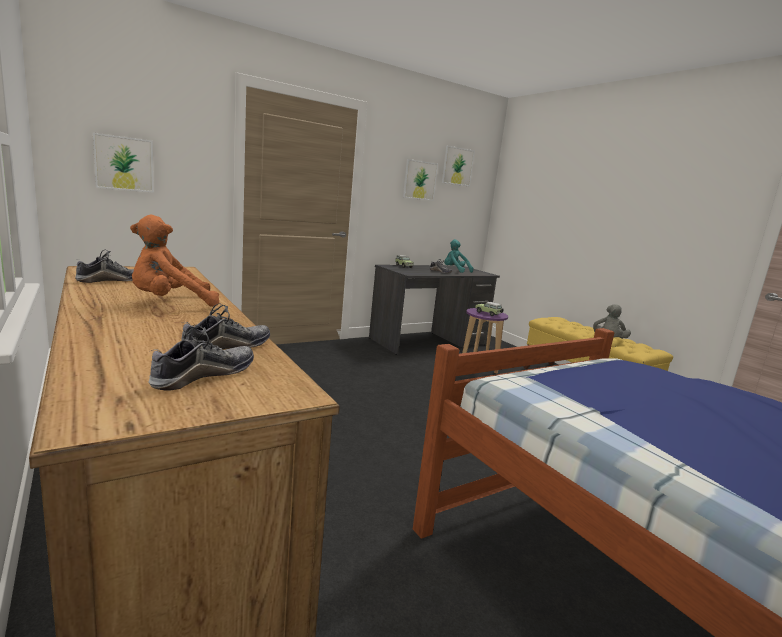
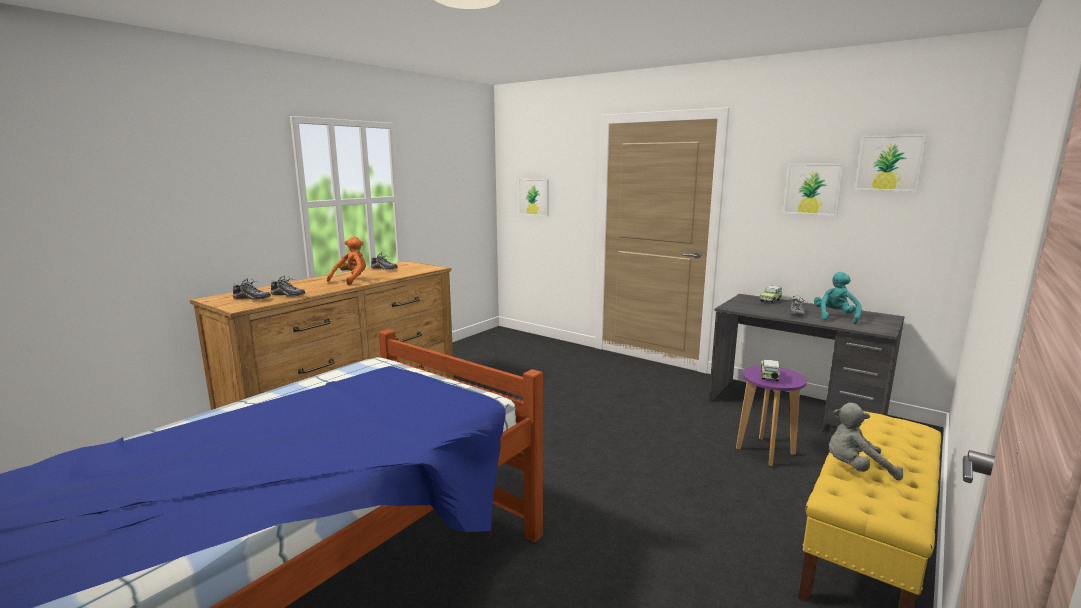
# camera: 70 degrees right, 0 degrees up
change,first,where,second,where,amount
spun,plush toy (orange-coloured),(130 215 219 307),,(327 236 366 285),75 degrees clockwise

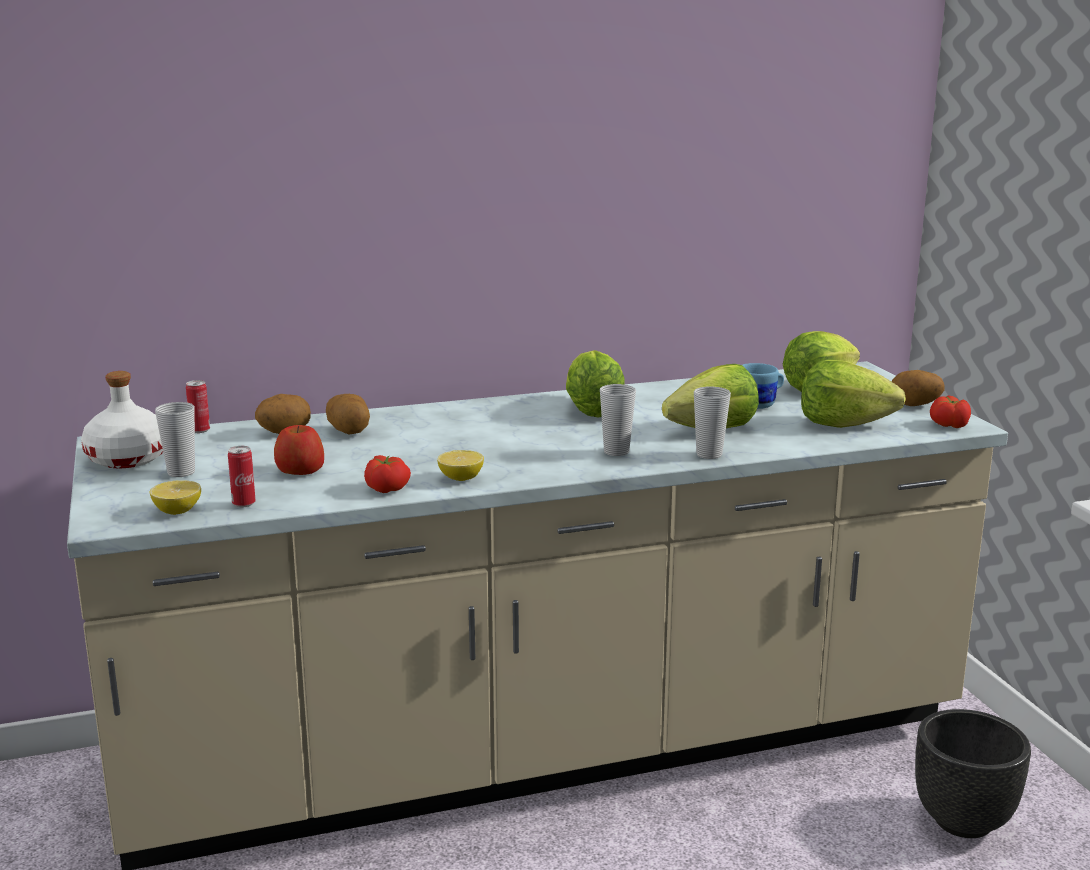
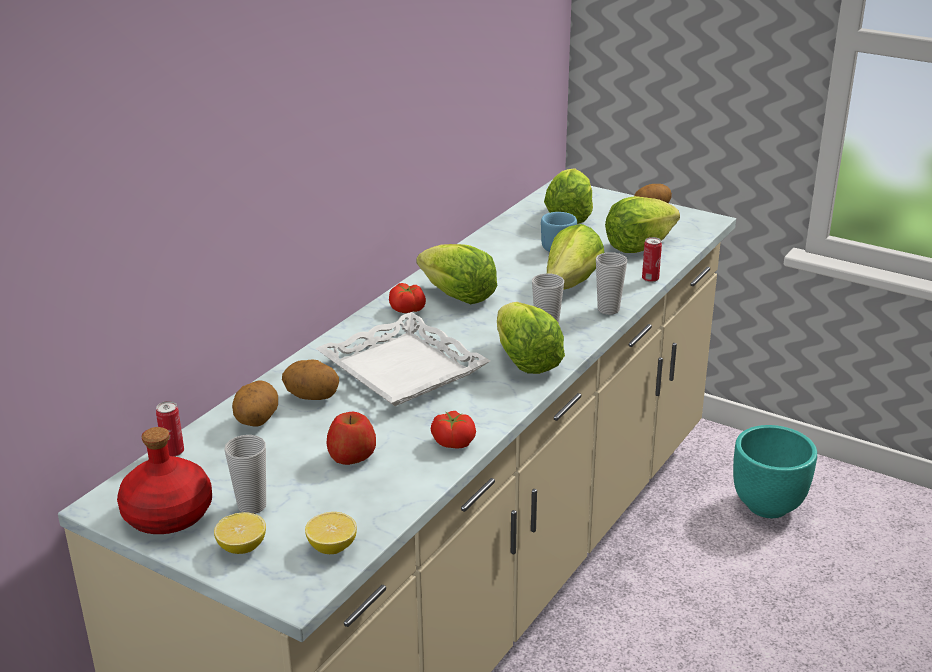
# camera: 40 degrees left, 10 degrees up
change,first,where,second,where,amount
colour,beverage bottle (whitish),(81 371 163 468),beverage bottle (red),(117 427 212 534),
relocated,fresh tomato,(930 395 971 428),,(389 283 426 313),
relocated,can,(228 446 255 507),,(642 237 662 282),
relocated,citrus fruit,(437 450 484 481),,(214 512 266 554),
colour,plant pot (black),(915 709 1031 838),plant pot (blue-green),(733 425 817 518),
appeared,,,lettuce,(497 302 565 374),
appeared,,,serving tray (whitish),(315 312 490 406),

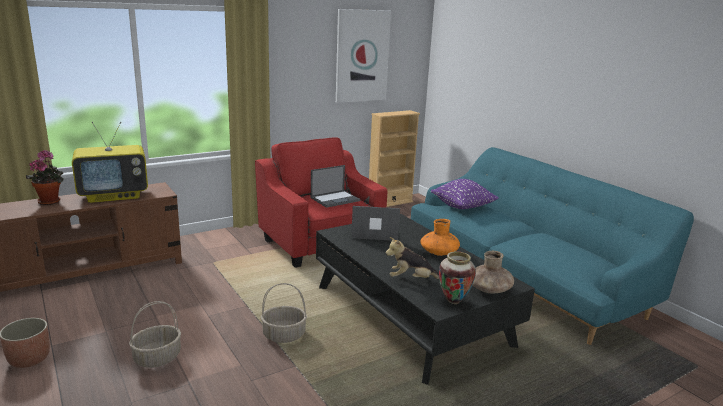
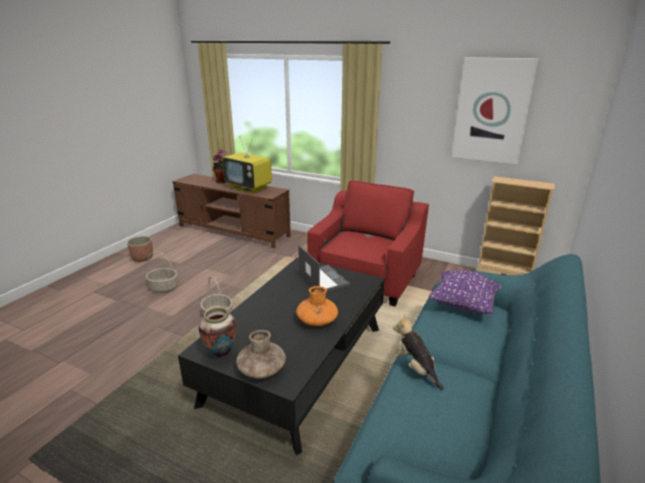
# camera: 60 degrees right, 5 degrees up
change,first,where,second,where,amount
missing,laptop,(311 165 360 208),,,
relocated,plush toy,(386 237 440 280),,(393 314 444 390),

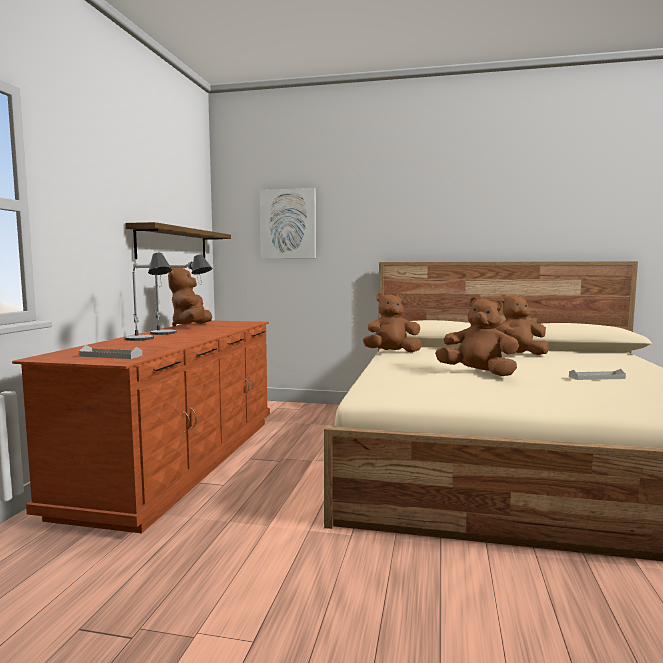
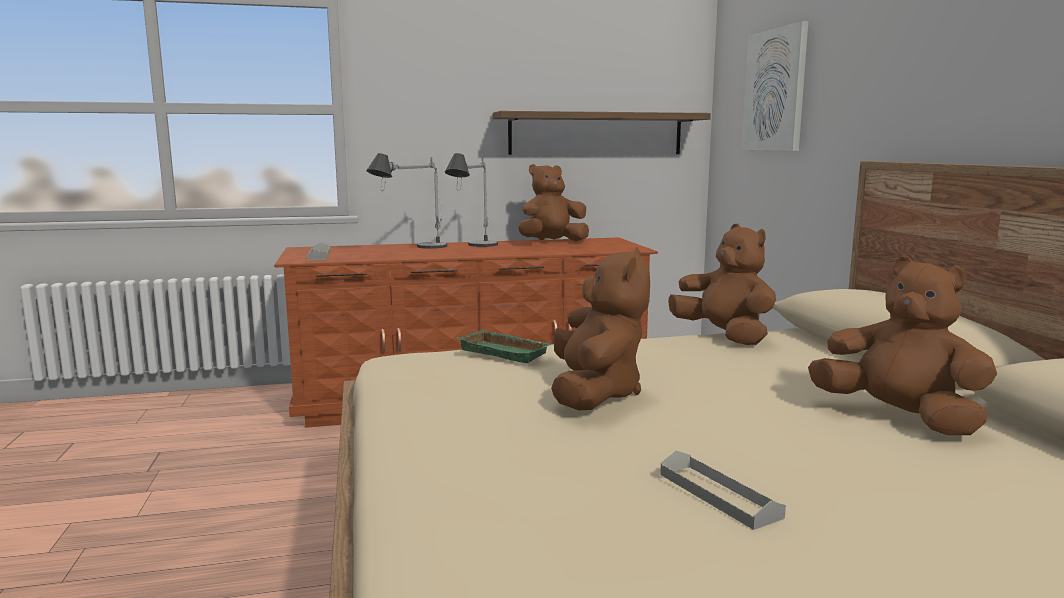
# camera: 65 degrees right, 5 degrees up
change,first,where,second,where,amount
appeared,,,serving tray (greenish),(456 330 553 363),

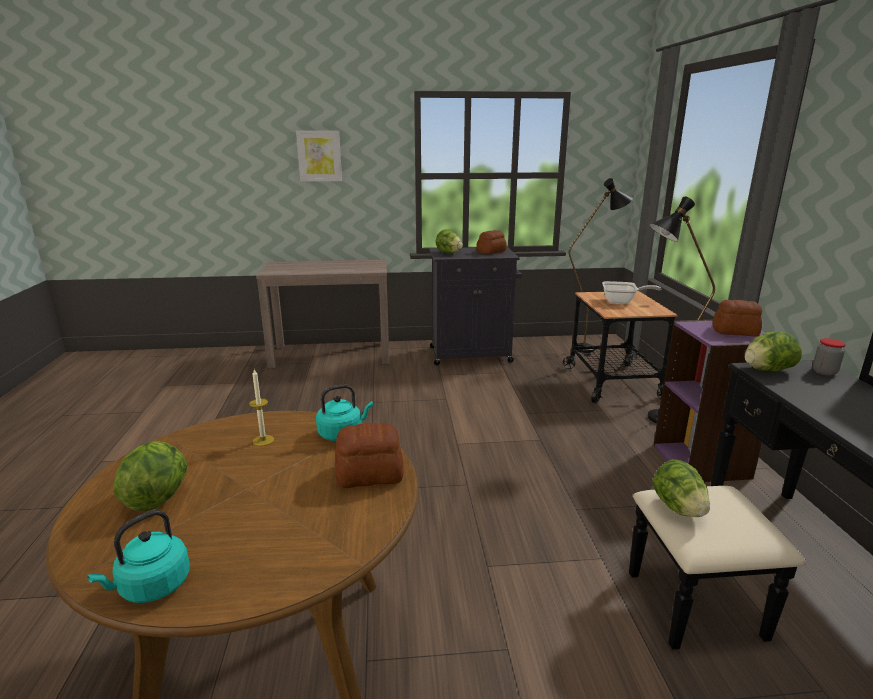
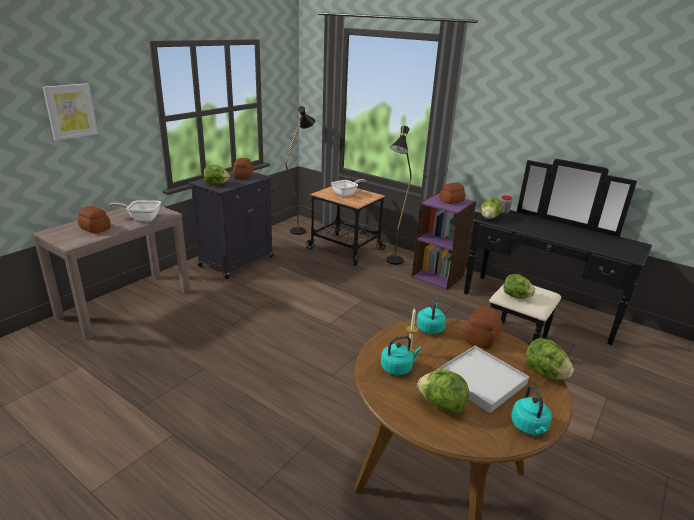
# camera: 50 degrees left, 5 degrees up
change,first,where,second,where,amount
appeared,,,pan,(108 200 161 221),
appeared,,,bread,(78 206 111 233),
appeared,,,tea kettle (blue-green),(381 336 422 375),
appeared,,,lettuce,(525 338 574 380),
appeared,,,serving tray (whitish),(437 346 529 413),

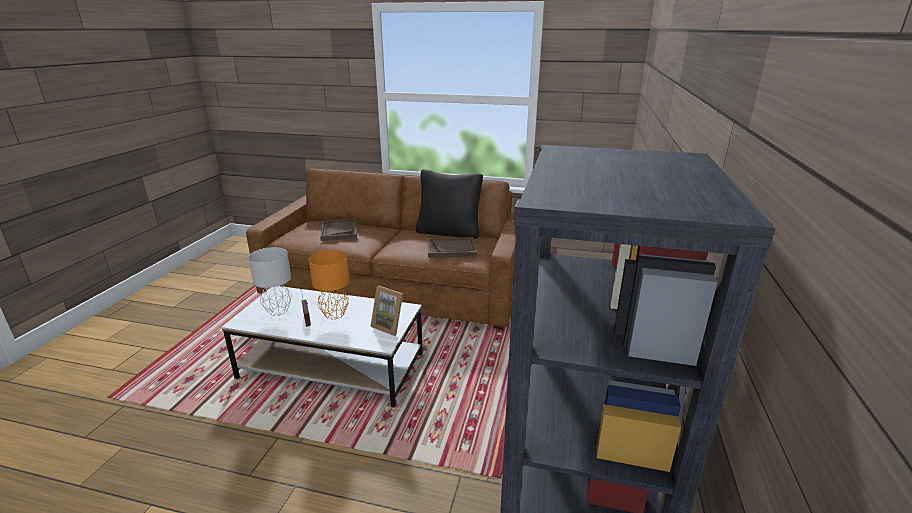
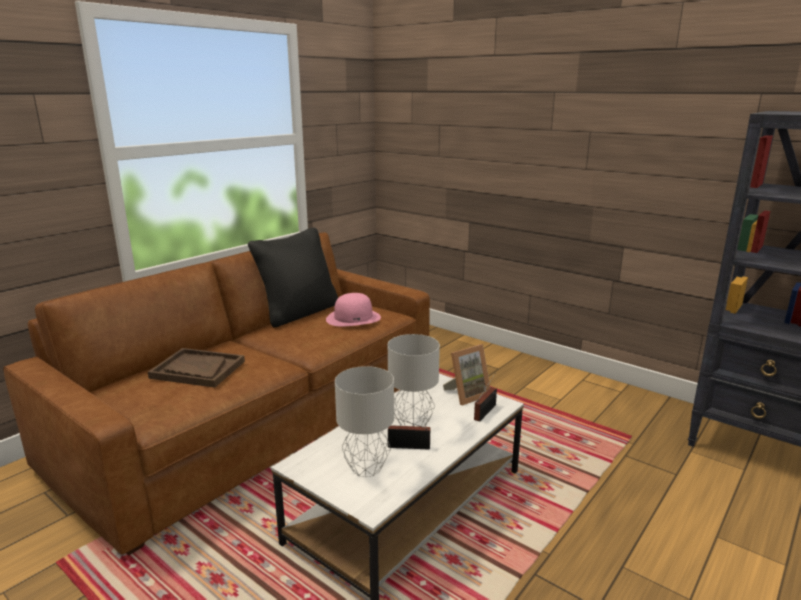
# camera: 65 degrees left, 5 degrees down
change,first,where,second,where,amount
exchanged,serving tray (brown),(427 237 477 258),hat (pink),(326 293 381 327),
colour,table lamp (orange-coloured),(309 250 350 319),table lamp (grey),(388 334 440 427),
appeared,,,radio set,(474 372 497 422),

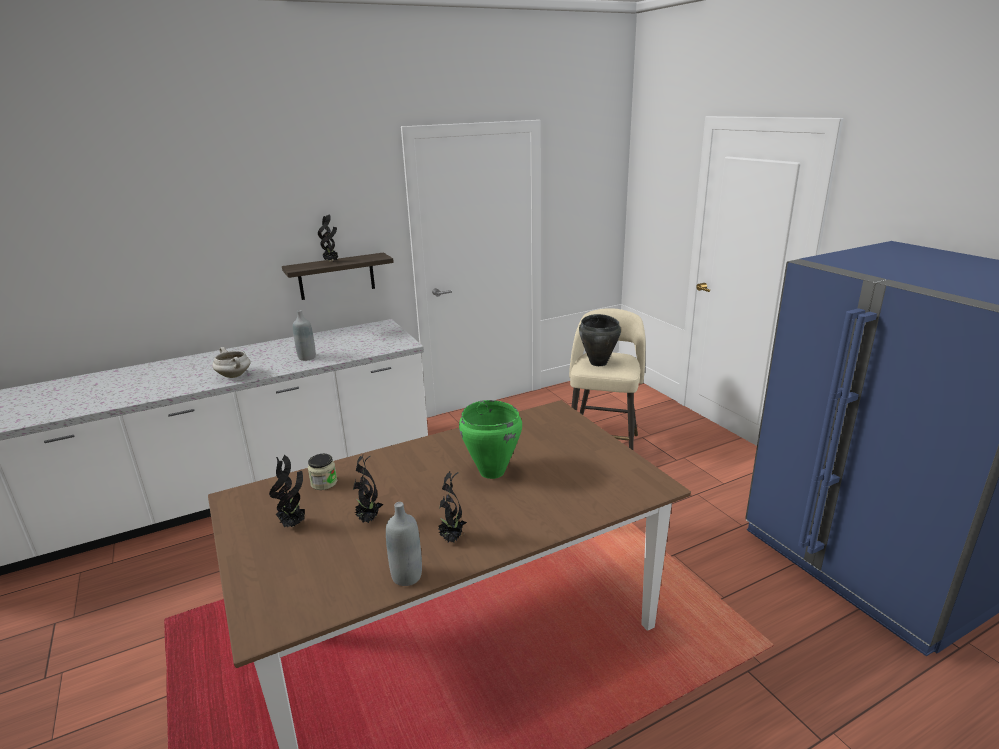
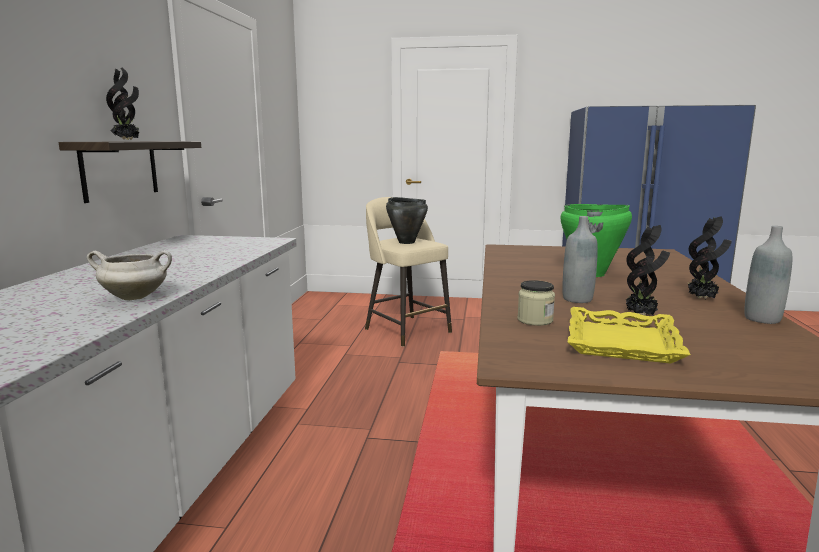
# camera: 55 degrees left, 10 degrees down
change,first,where,second,where,amount
relocated,beverage bottle (grey),(293 310 316 361),,(563 216 598 303),
exchanged,houseplant,(269 455 305 527),serving tray (yellow-coloured),(568 307 690 364),

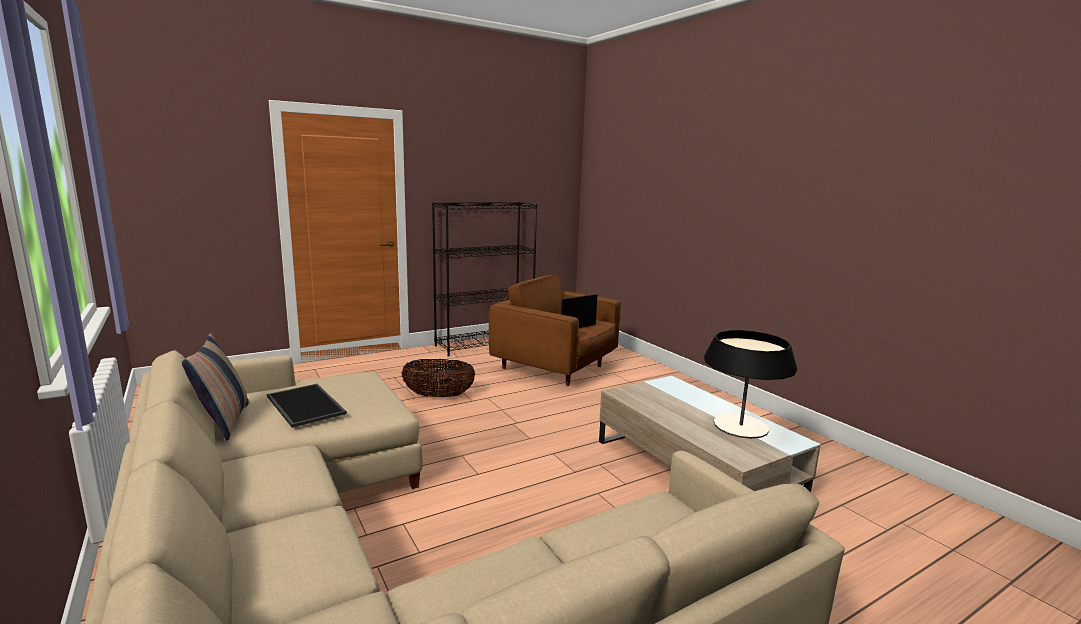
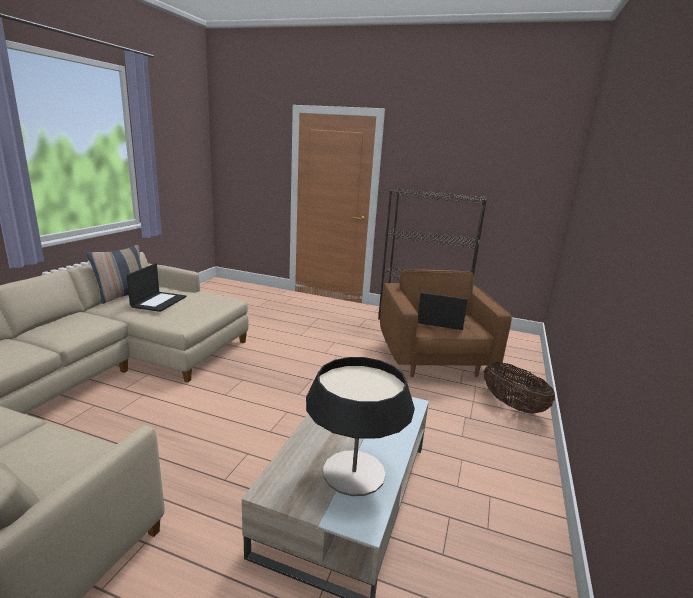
# camera: 50 degrees right, 5 degrees up
change,first,where,second,where,amount
relocated,basket,(402 359 476 397),,(484 362 555 414),
exchanged,serving tray,(267 384 347 428),laptop,(127 263 186 312),

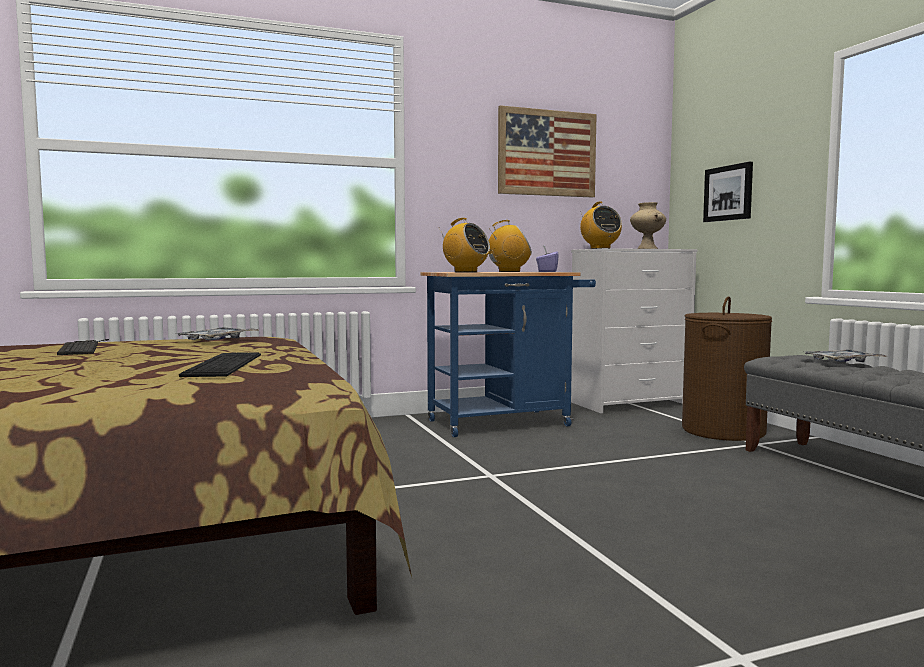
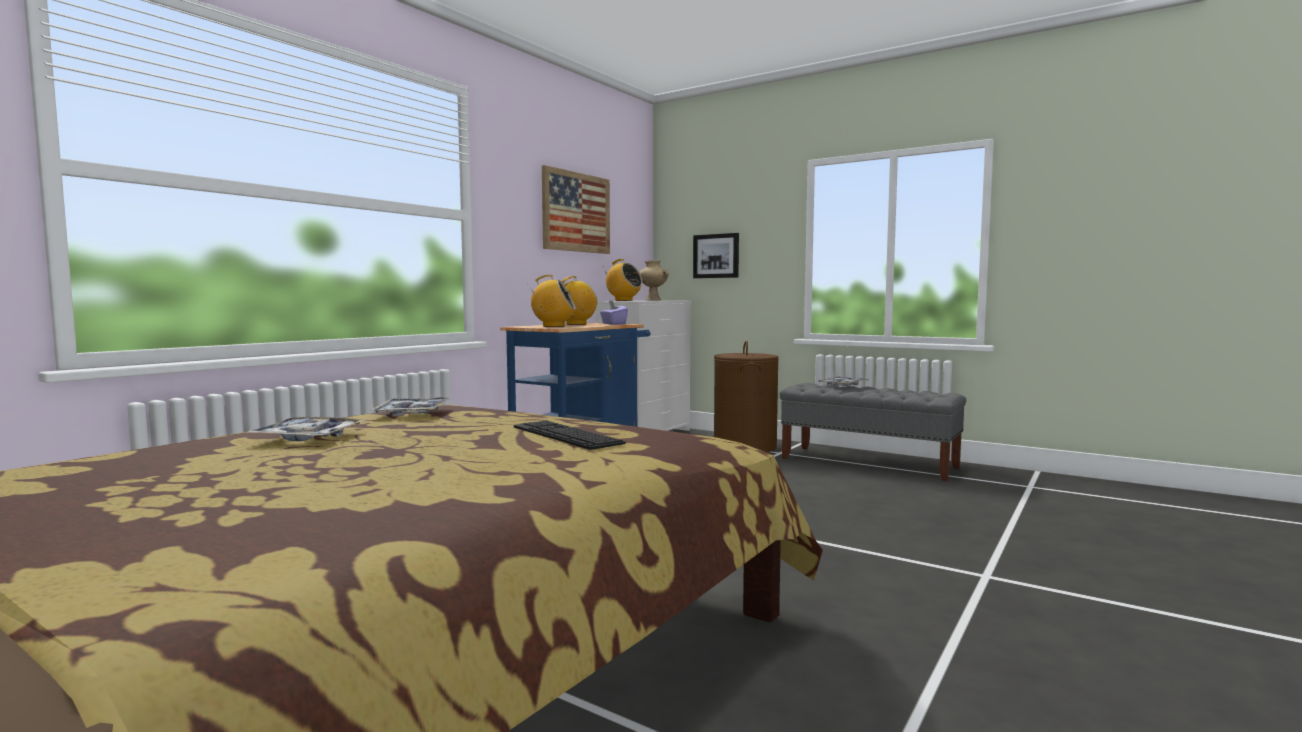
# camera: 35 degrees left, 0 degrees up
change,first,where,second,where,amount
exchanged,keyboard,(57 339 109 355),serving tray,(246 417 364 441),

